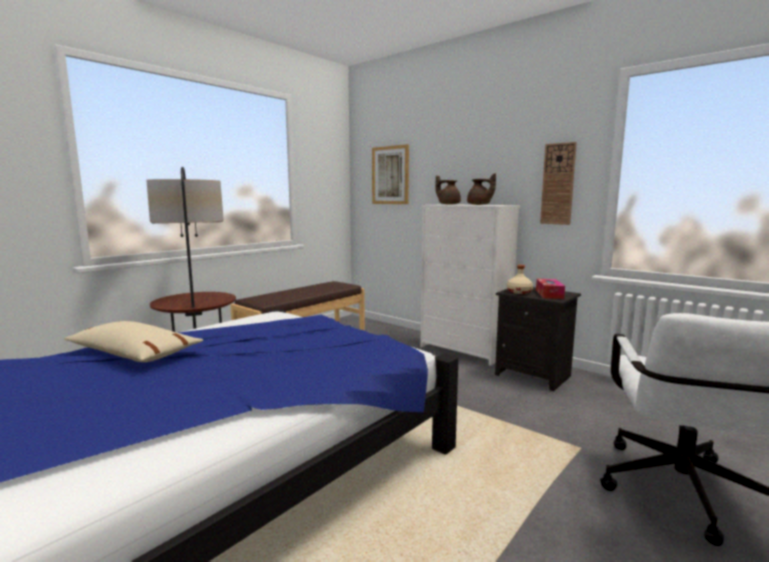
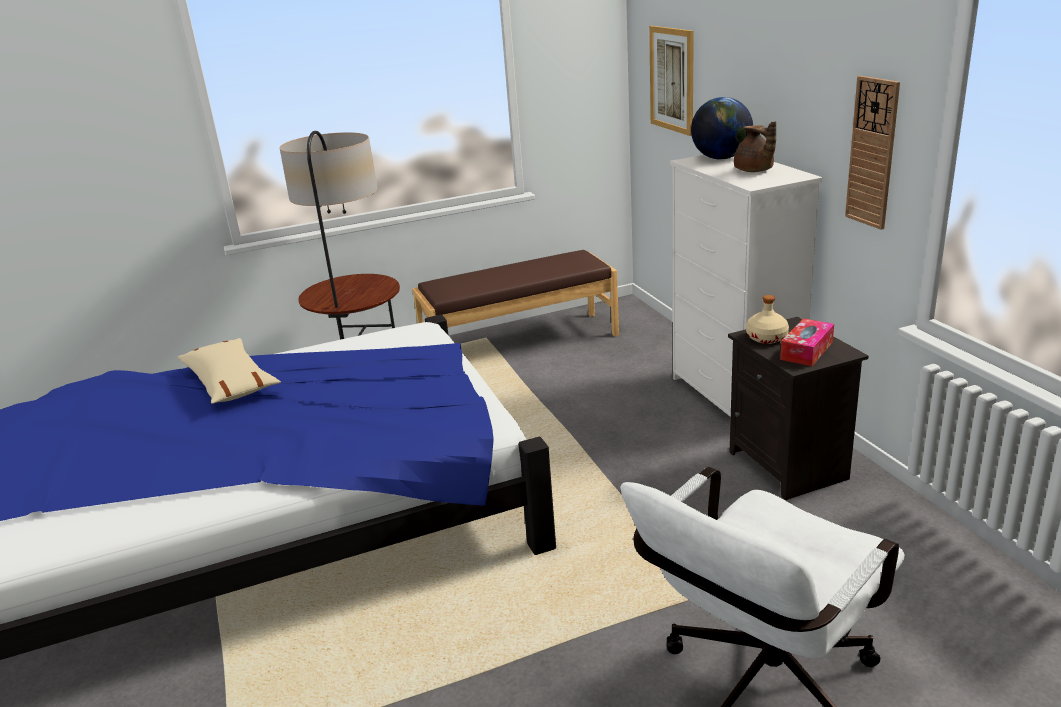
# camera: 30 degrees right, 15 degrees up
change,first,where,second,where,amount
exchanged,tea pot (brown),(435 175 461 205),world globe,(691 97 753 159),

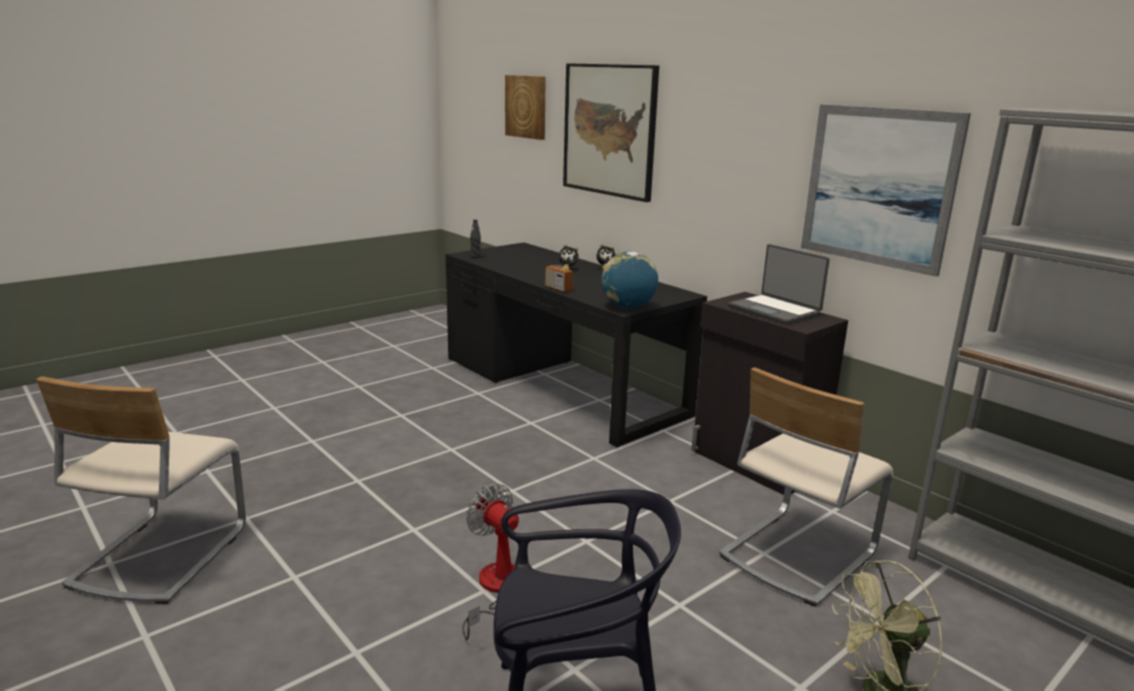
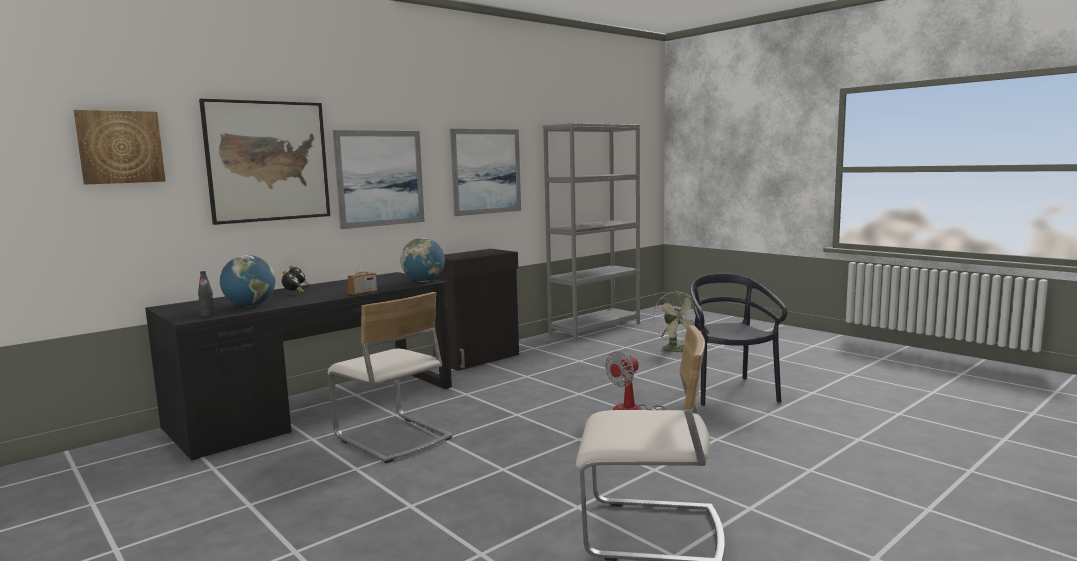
# camera: 90 degrees left, 10 degrees down
change,first,where,second,where,amount
missing,laptop,(728 244 830 325),,,
relocated,chair (beige-coloured),(719 367 894 607),,(328 292 453 463),
appeared,,,wall picture,(333 130 425 229),
appeared,,,world globe,(220 255 275 307),

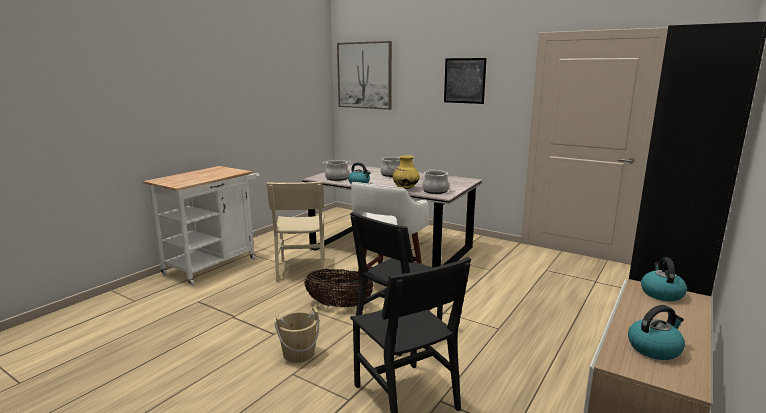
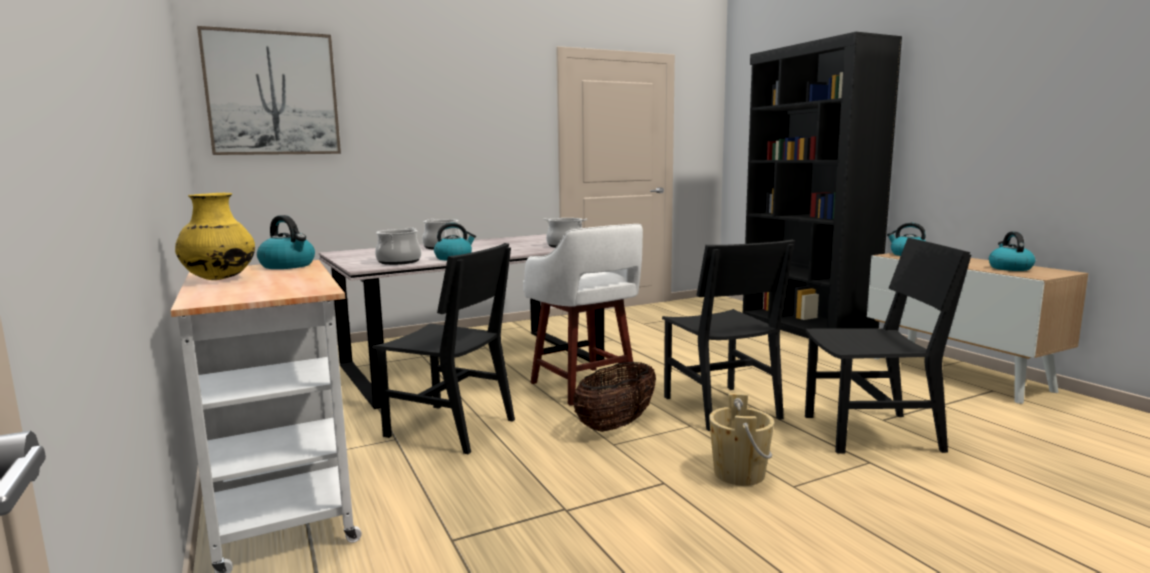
# camera: 60 degrees left, 5 degrees down
change,first,where,second,where,amount
missing,wall picture,(444 58 487 104),,,
relocated,decorative vase (yellow-coloured),(393 155 420 189),,(175 193 255 280),
colour,chair (beige-coloured),(266 181 325 282),chair (black),(372 243 515 454),
appeared,,,tea kettle,(257 215 315 269),

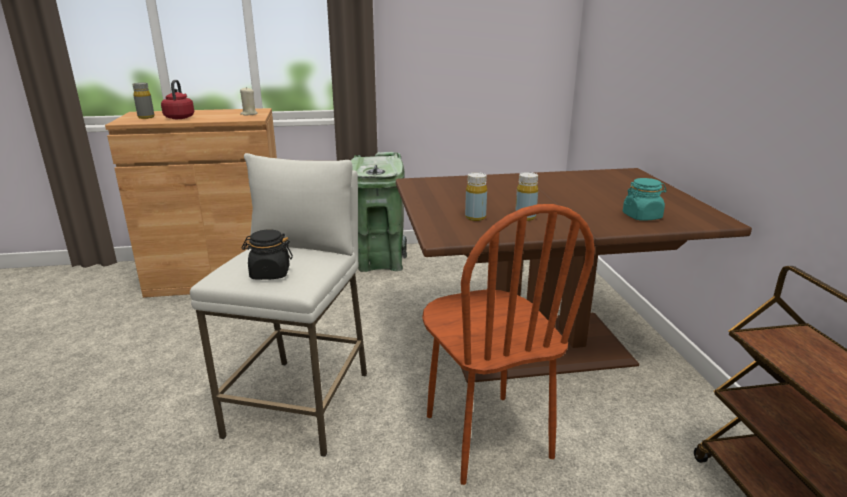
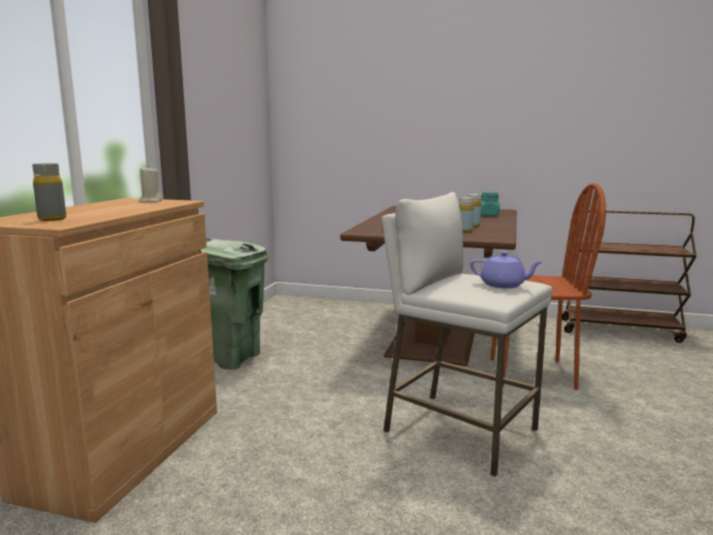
# camera: 65 degrees left, 10 degrees down
change,first,where,second,where,amount
missing,tea kettle (red),(161 80 194 119),,,
exchanged,jar (black),(242 229 293 280),tea pot (purplish),(470 251 543 289),

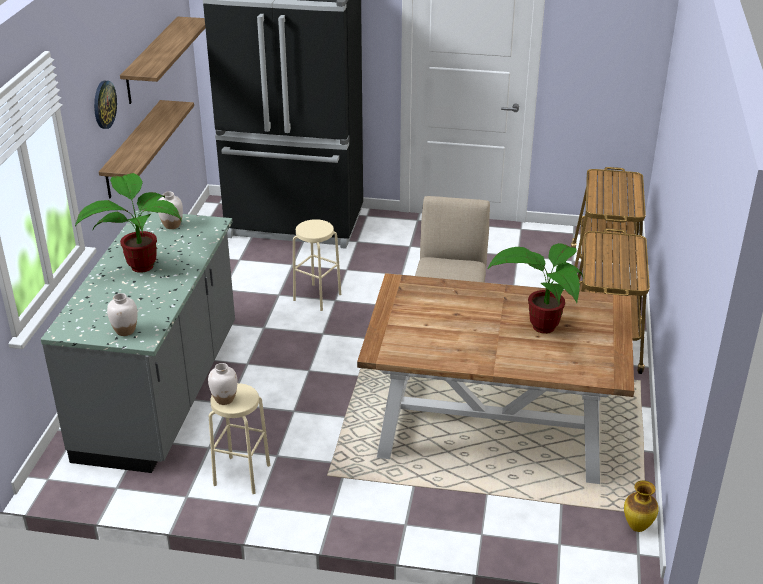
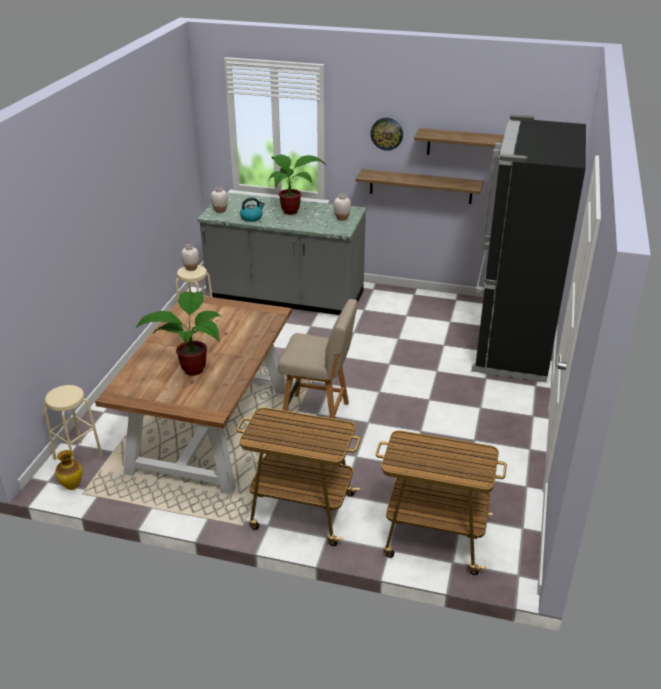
# camera: 95 degrees right, 0 degrees up
change,first,where,second,where,amount
relocated,stool (beige-coloured),(293 219 341 311),,(43 385 102 460),
appeared,,,tea kettle,(240 197 265 222),

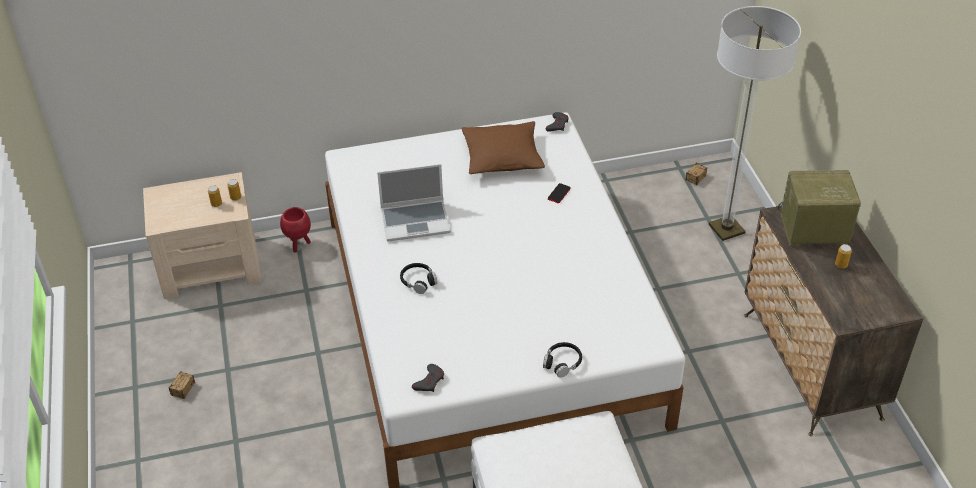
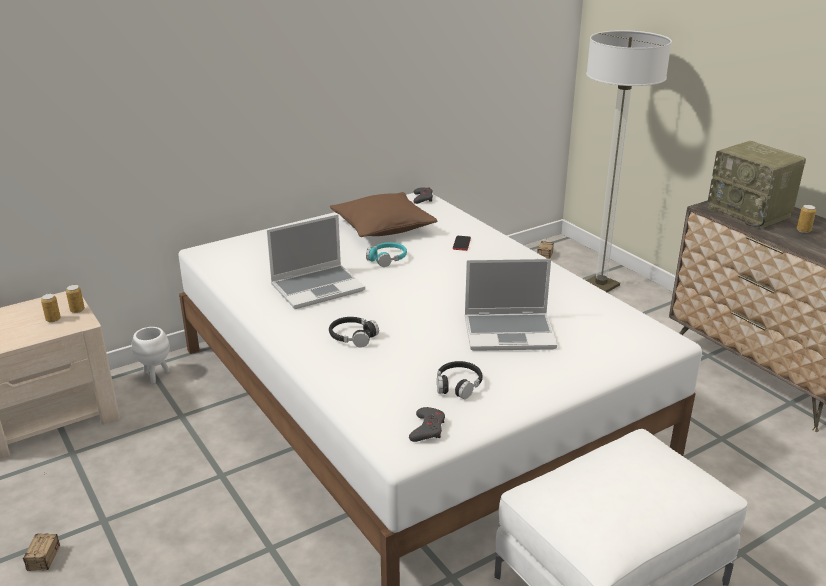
# camera: 20 degrees left, 15 degrees down
change,first,where,second,where,amount
spun,radio set,(778 170 861 246),,(707 141 806 229),105 degrees counterclockwise
colour,plant pot (red),(280 207 311 253),plant pot (whitish),(132 327 170 383),
relocated,headset (black),(543 342 582 378),,(437 361 483 399),
appeared,,,headset (blue-green),(366 242 407 267),
appeared,,,laptop,(465 259 557 351),

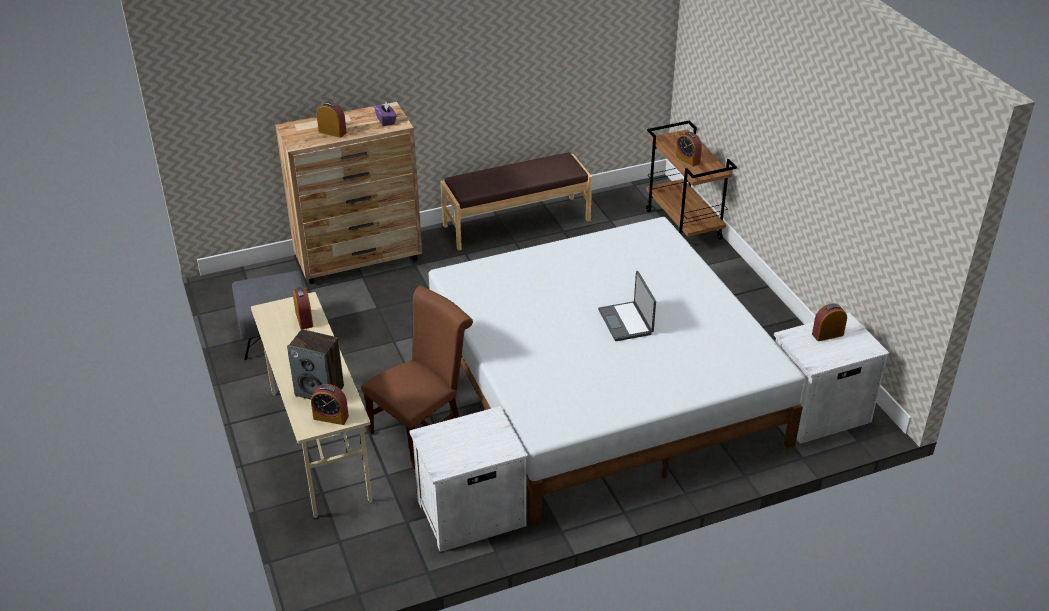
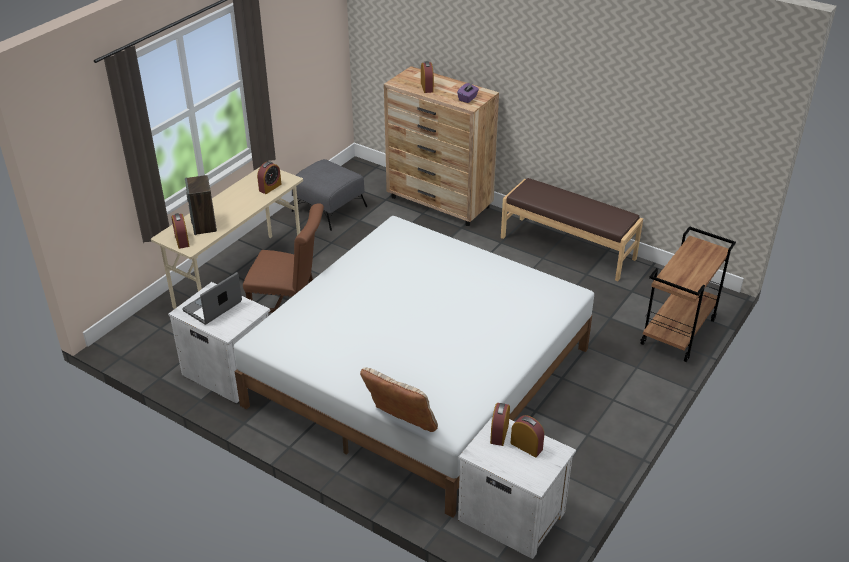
# camera: 55 degrees right, 0 degrees up
change,first,where,second,where,amount
relocated,table clock,(676 132 702 167),,(490 403 510 446),
relocated,laptop,(598 271 656 341),,(182 272 242 325),
appeared,,,pillow (beige-coloured),(360 367 438 432),

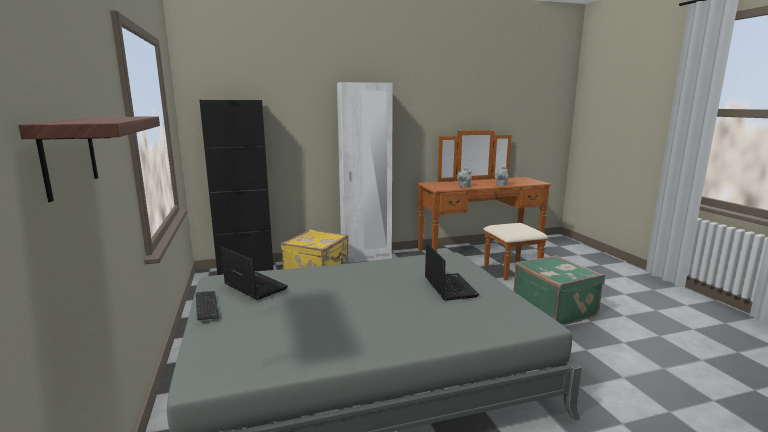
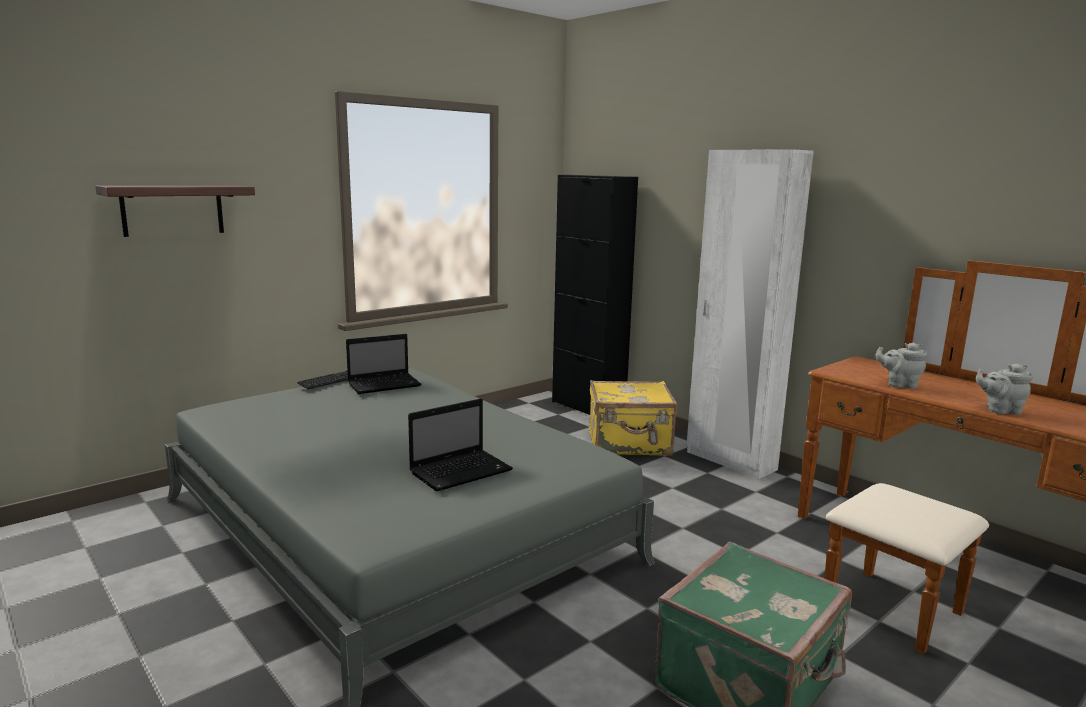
# camera: 65 degrees right, 0 degrees up
change,first,where,second,where,amount
spun,laptop,(221 247 288 300),,(346 334 421 394),45 degrees clockwise

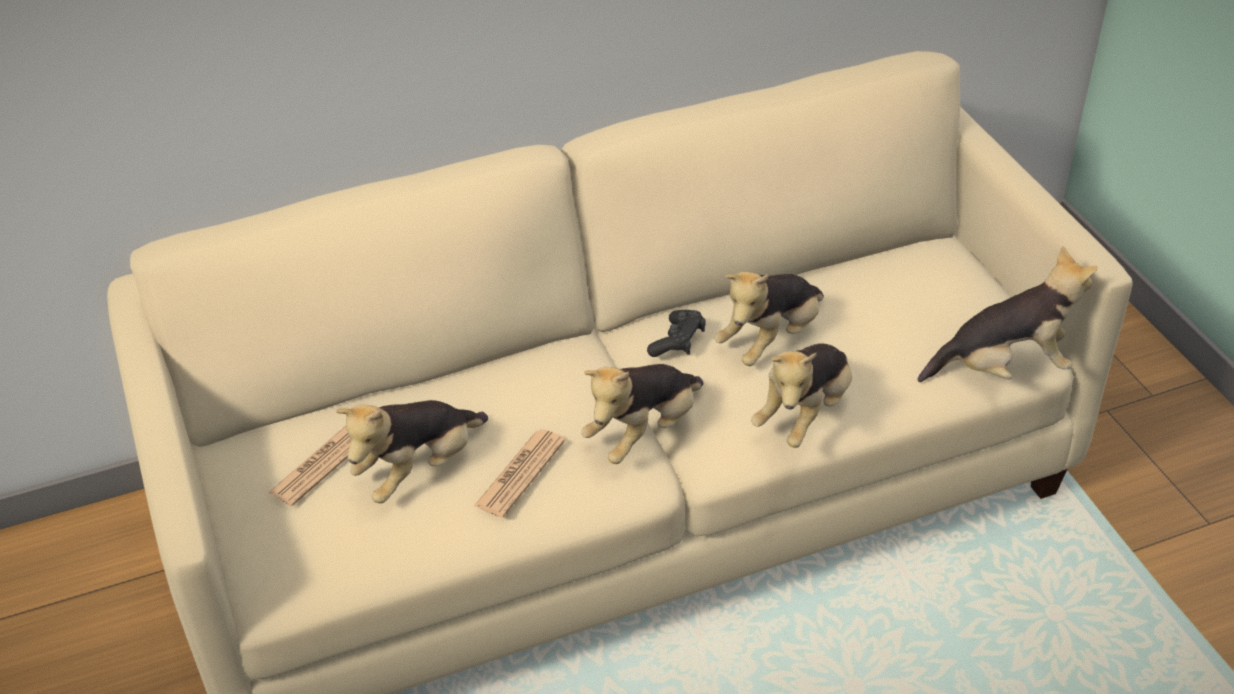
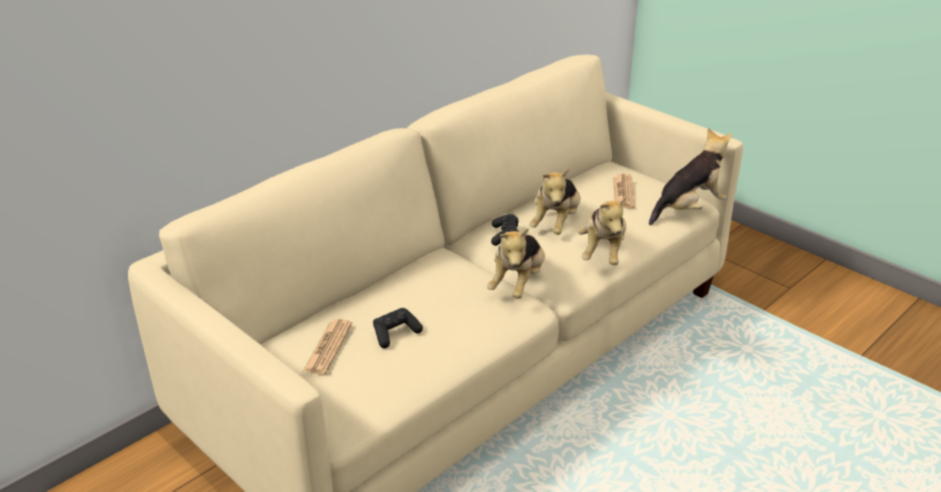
# camera: 25 degrees left, 10 degrees down
change,first,where,second,where,amount
exchanged,plush toy,(336 400 488 504),game controller (black),(373 308 423 348),
relocated,newspaper,(474 429 565 518),,(613 174 635 209),

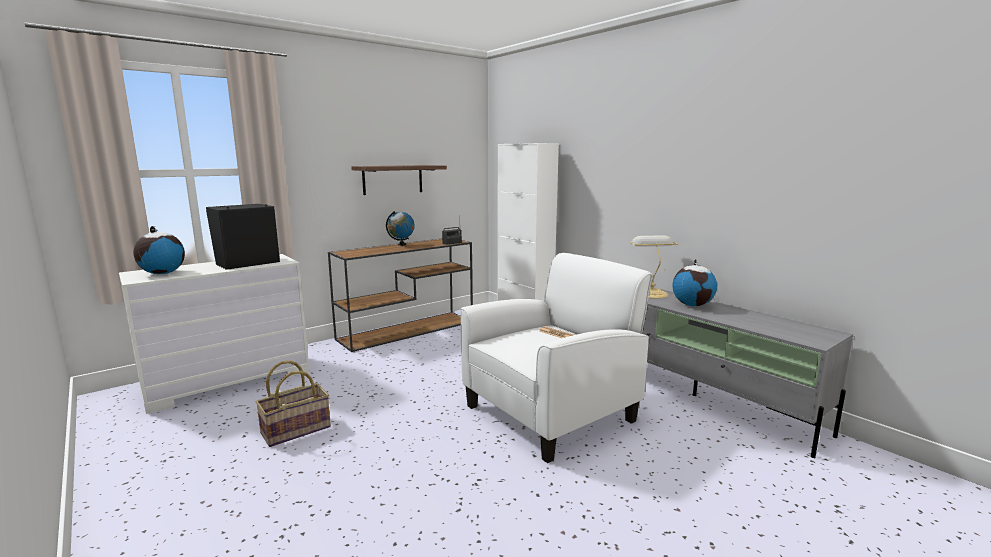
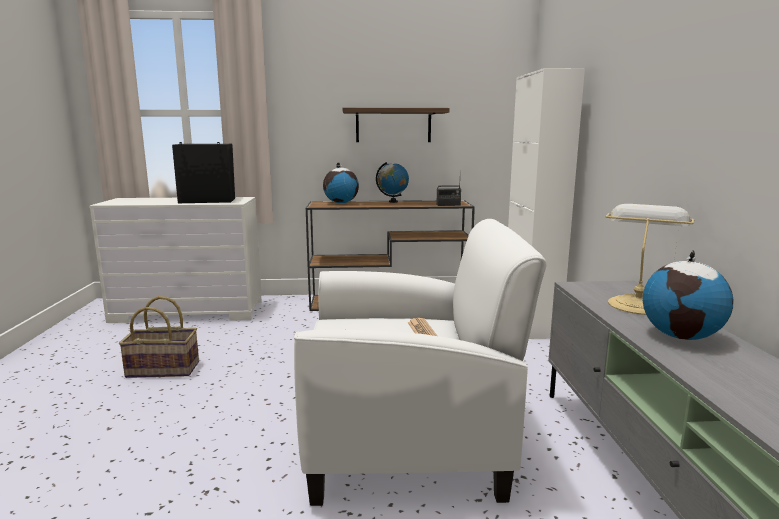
# camera: 35 degrees right, 0 degrees up
change,first,where,second,where,amount
relocated,world globe,(133 226 185 274),,(323 162 359 203),

